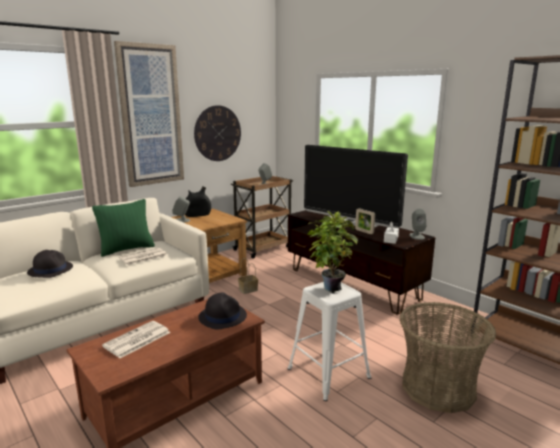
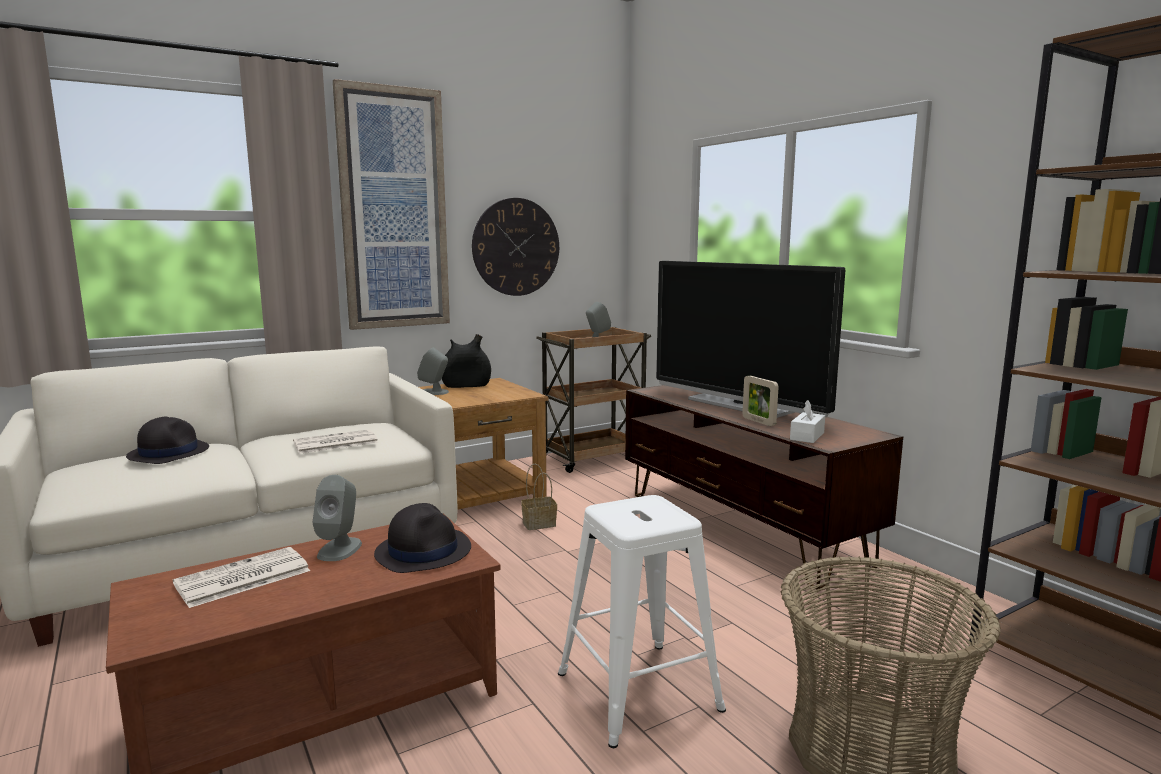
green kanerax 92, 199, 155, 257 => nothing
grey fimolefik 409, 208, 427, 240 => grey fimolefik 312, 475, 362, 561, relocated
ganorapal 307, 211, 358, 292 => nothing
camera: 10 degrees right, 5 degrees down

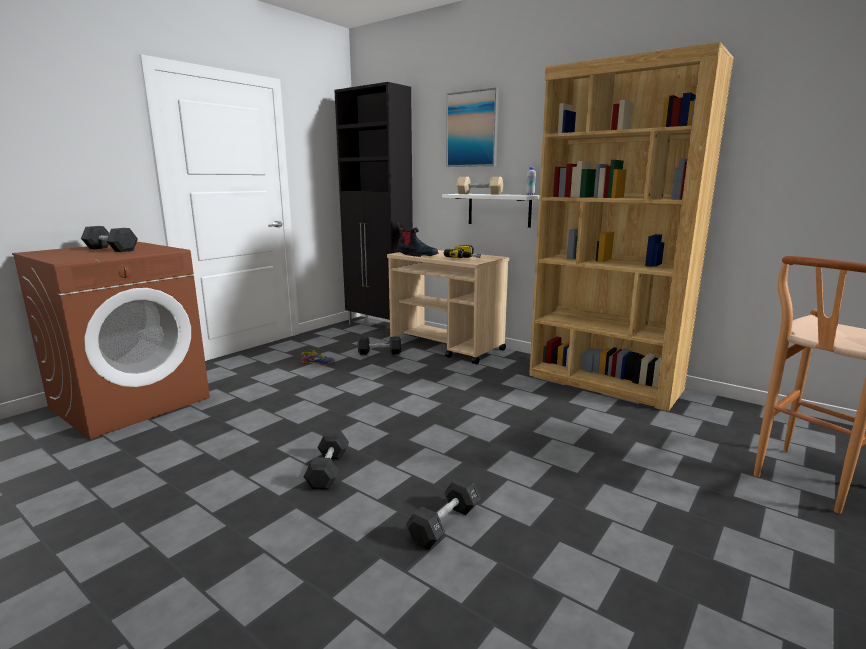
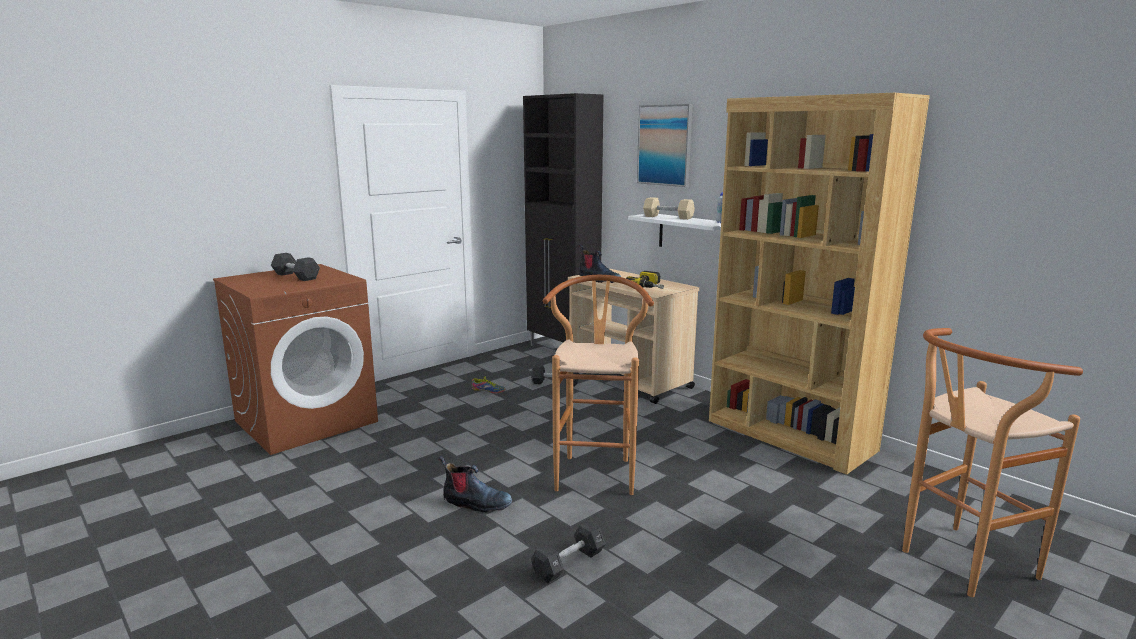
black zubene 303, 431, 349, 490 => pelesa 438, 455, 512, 512
nothing => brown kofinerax 543, 275, 654, 495
camera: 10 degrees right, 0 degrees up

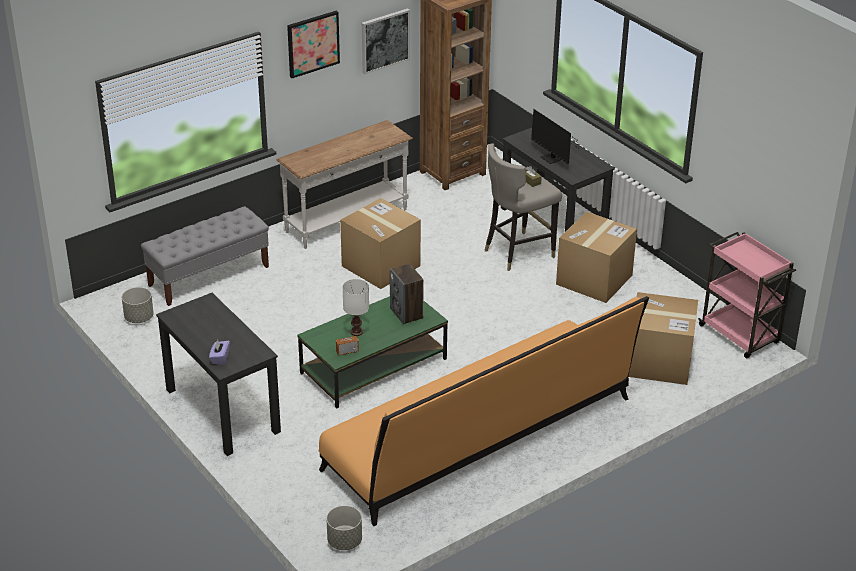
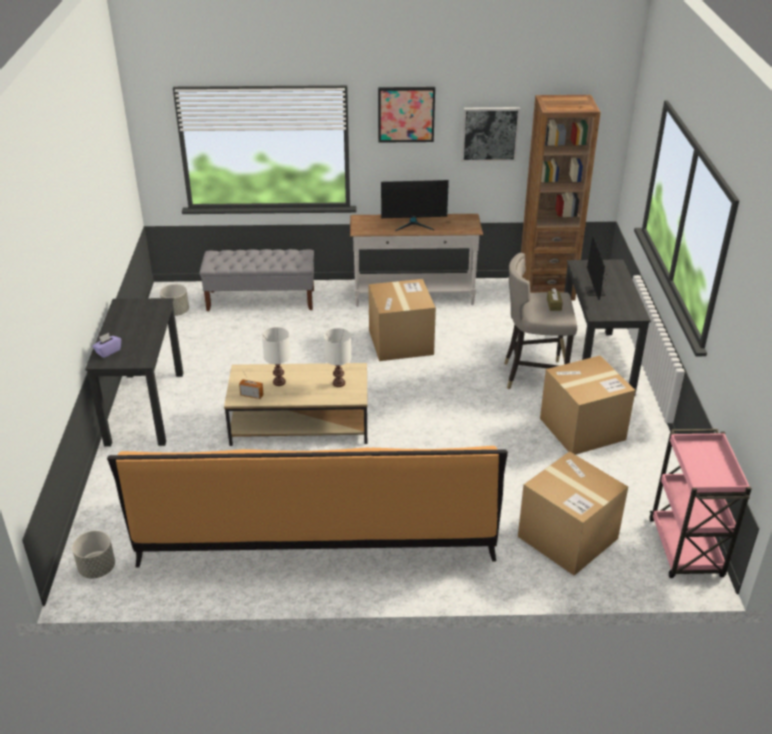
fimolefik 390, 264, 423, 324 => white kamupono 324, 328, 351, 387
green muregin 297, 296, 448, 408 => beige muregin 224, 363, 367, 446
nothing => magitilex 381, 180, 449, 231
camera: 35 degrees right, 0 degrees up

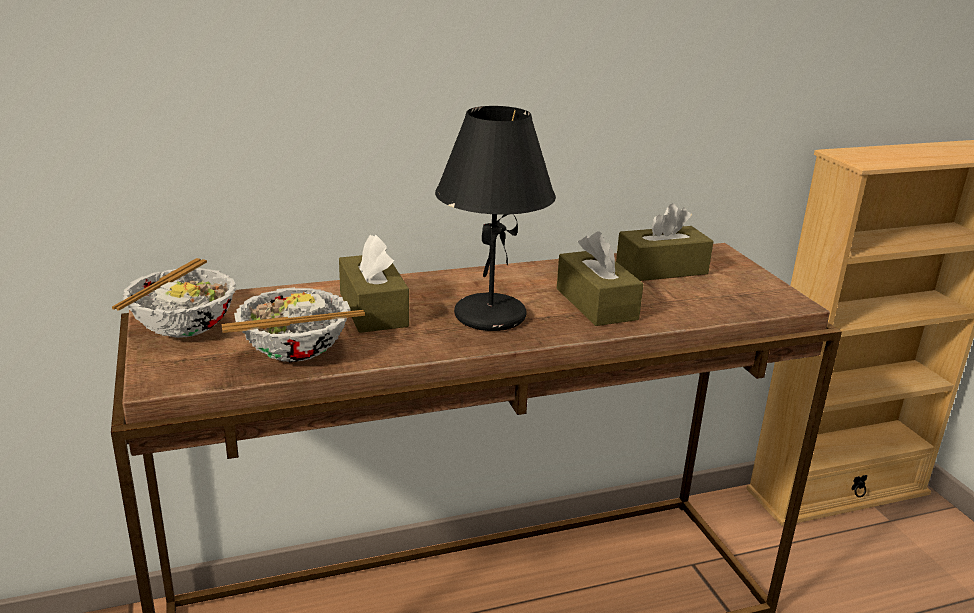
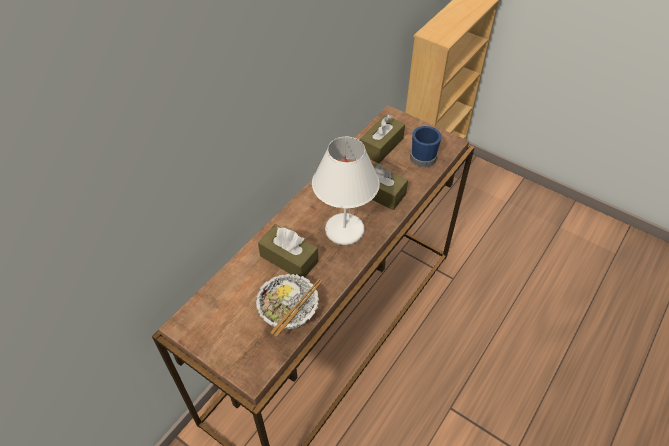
black kamupono 435, 106, 556, 331 => white kamupono 312, 137, 380, 245
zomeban 112, 258, 236, 338 => nothing
nothing => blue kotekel 410, 126, 441, 167
camera: 35 degrees left, 25 degrees up

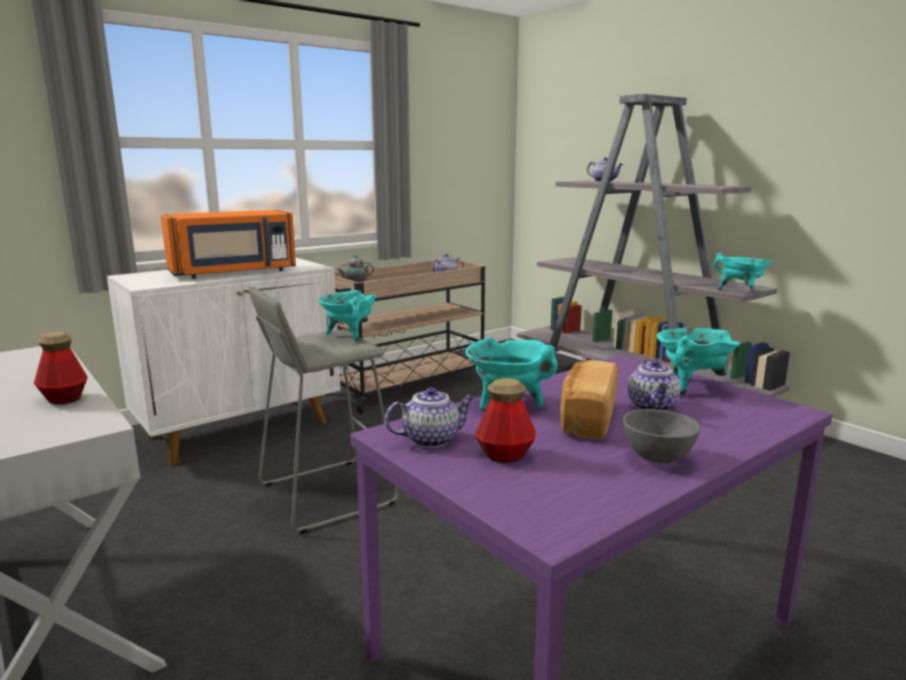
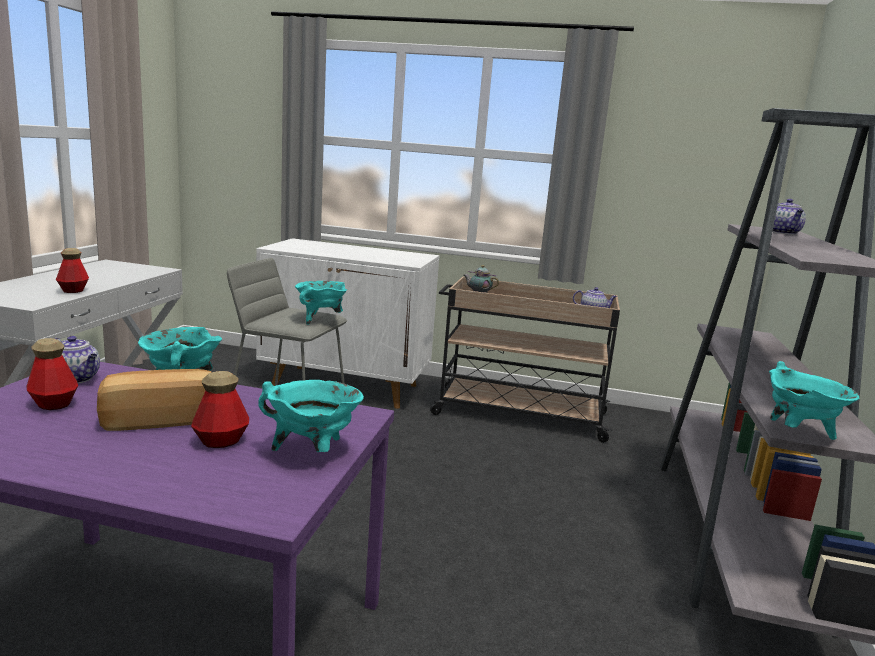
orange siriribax 161, 210, 296, 279 => nothing
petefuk 628, 359, 681, 411 => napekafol 191, 371, 249, 448
grey zomeban 623, 409, 700, 464 => nothing
camera: 50 degrees right, 0 degrees up

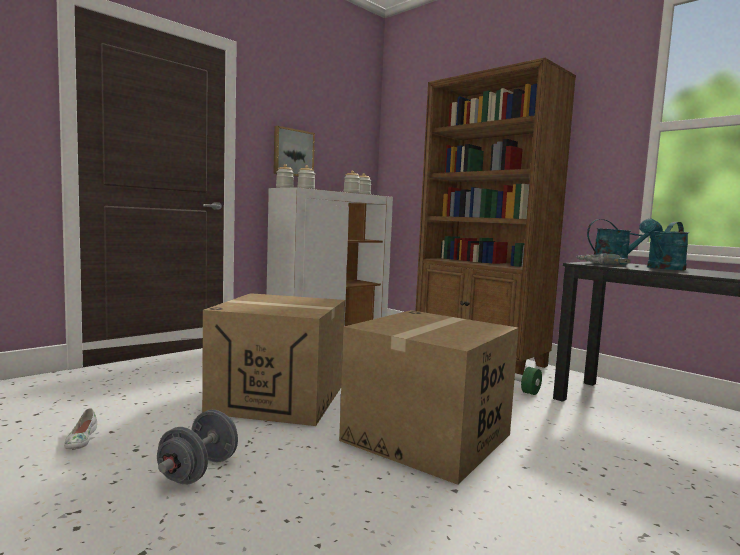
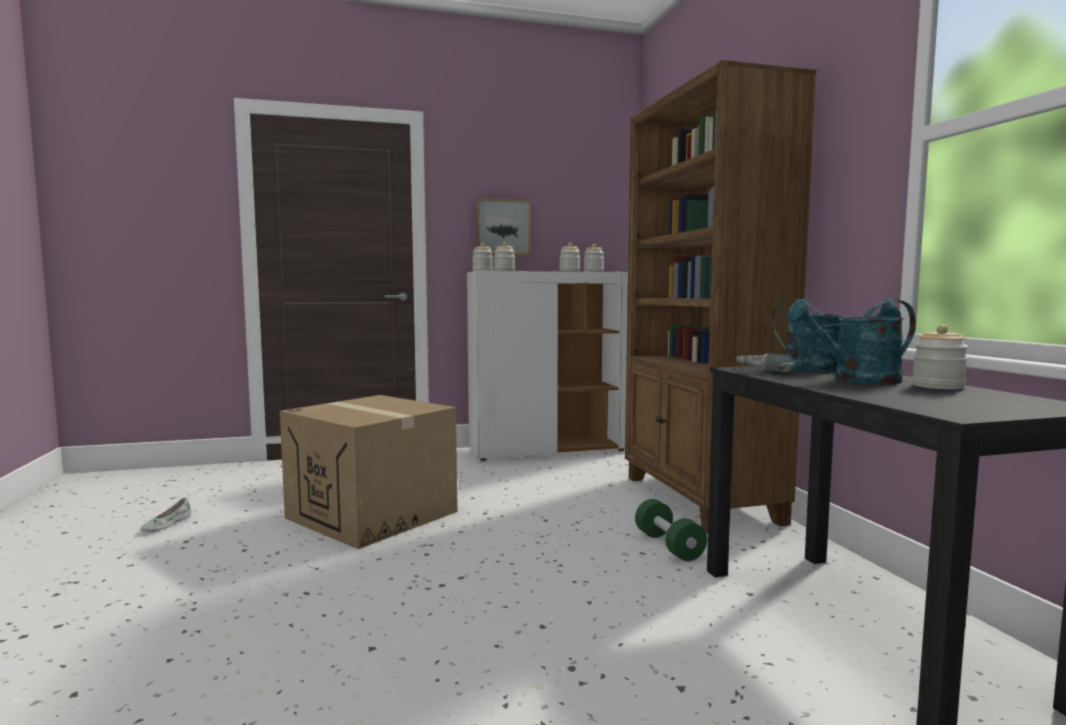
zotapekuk 339, 310, 519, 485 => nothing
grey zubene 157, 410, 238, 485 => nothing
nothing => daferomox 912, 325, 969, 390
camera: 30 degrees right, 0 degrees up

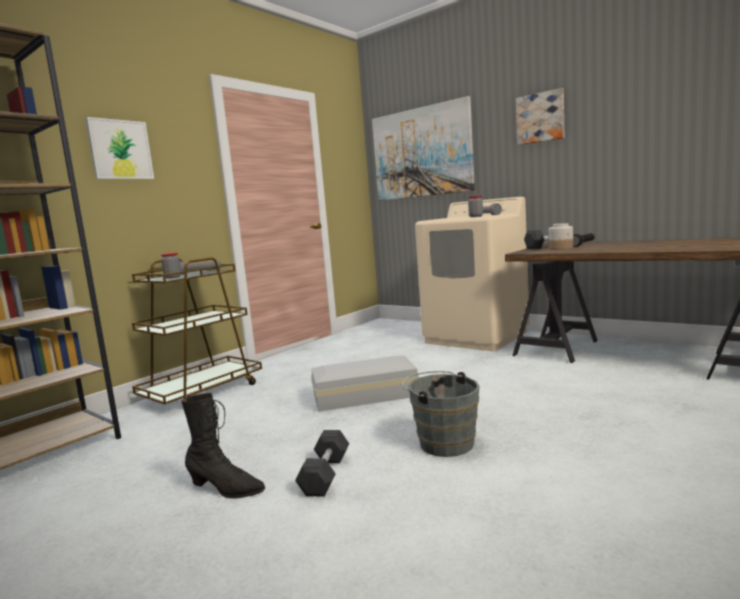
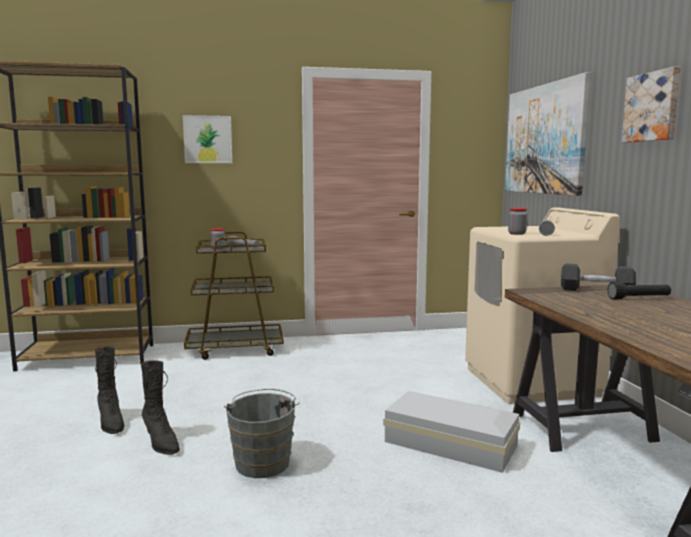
daferomox 549, 223, 573, 250 => nothing
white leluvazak 311, 356, 419, 412 => white leluvazak 383, 391, 520, 473, relocated
grey zubene 295, 430, 349, 497 => black pelesa 141, 360, 180, 455
camera: 40 degrees right, 0 degrees up

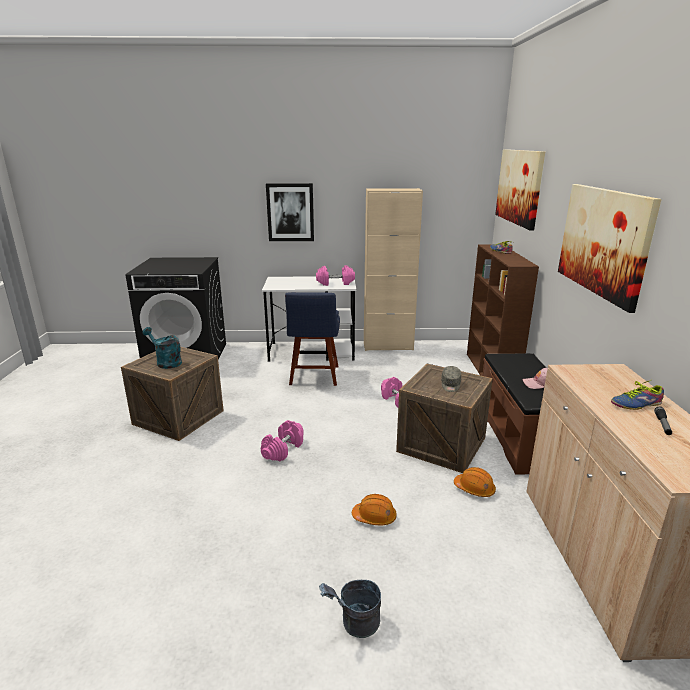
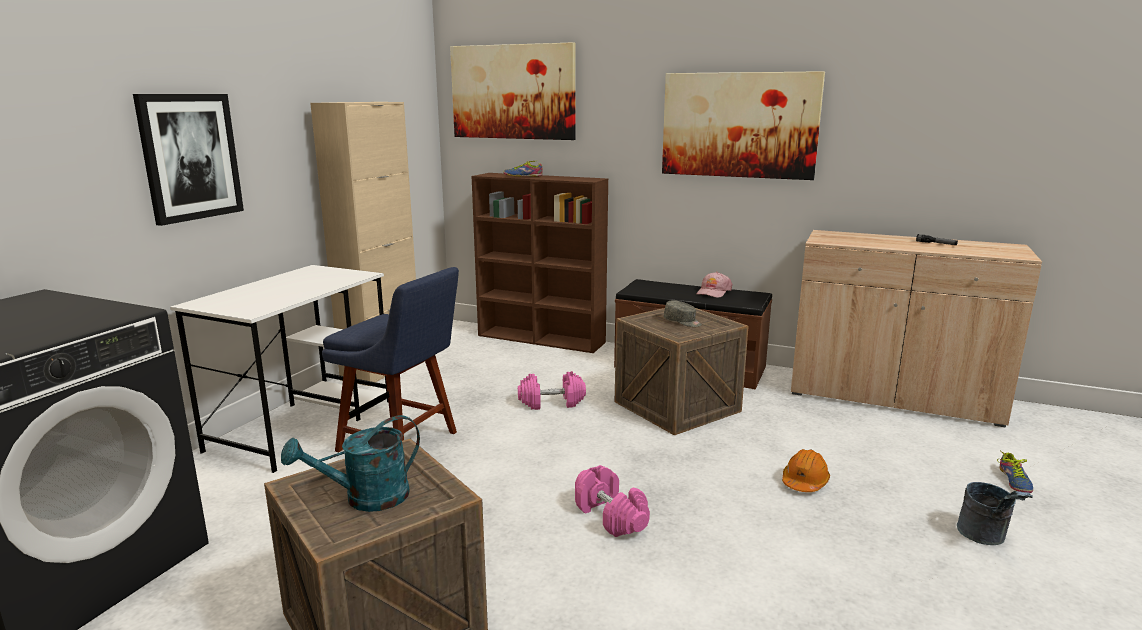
pink zubene 316, 265, 355, 286 => nothing
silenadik 611, 380, 664, 410 => silenadik 997, 451, 1033, 493, relocated
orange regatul 454, 467, 496, 497 => nothing
camera: 65 degrees left, 5 degrees down

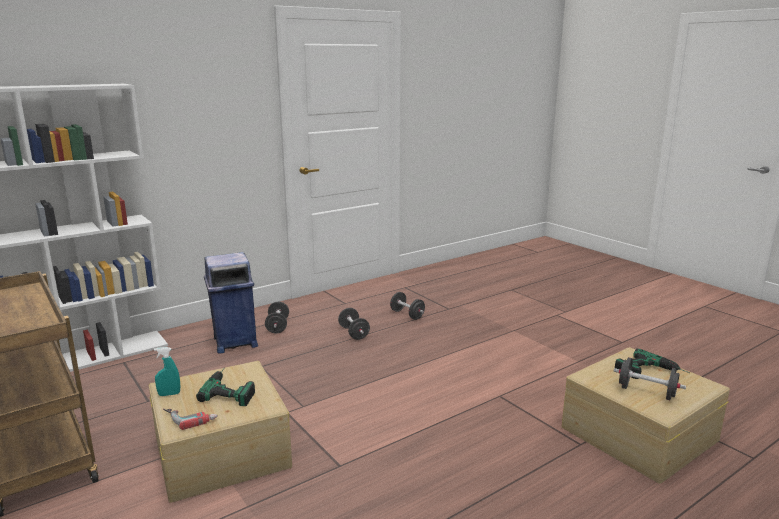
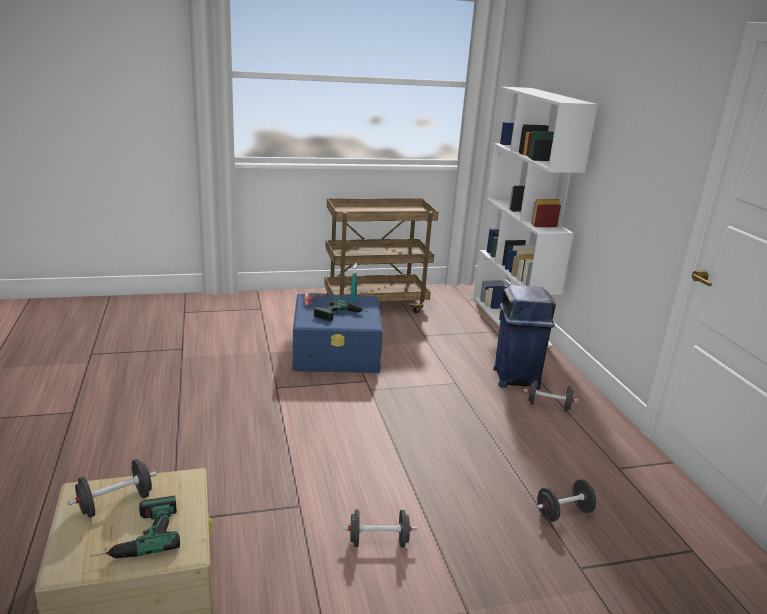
black zubene 338, 308, 370, 340 => black zubene 342, 509, 417, 547, relocated
beige leluvazak 149, 361, 292, 503 => blue leluvazak 293, 294, 383, 373
camera: 110 degrees right, 5 degrees up

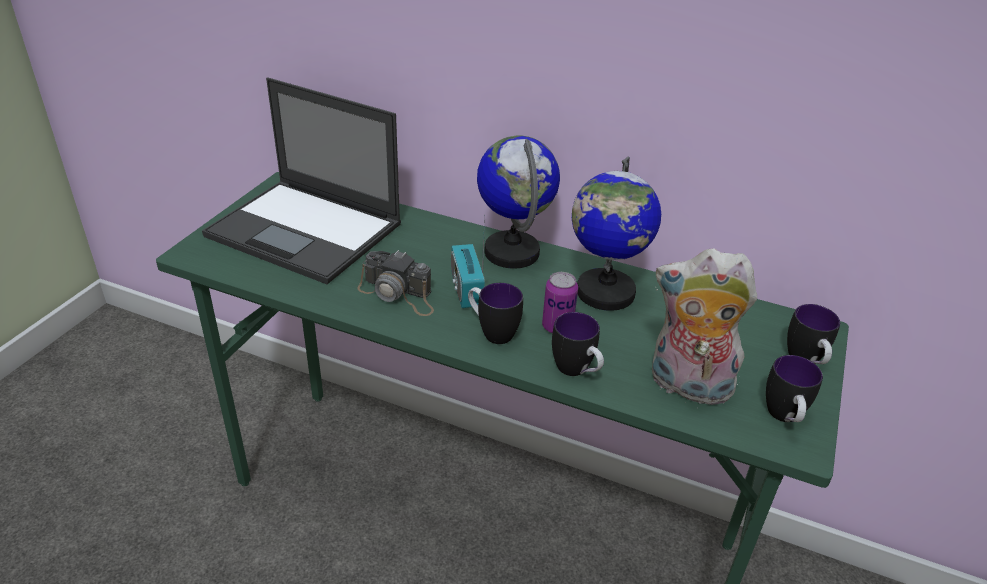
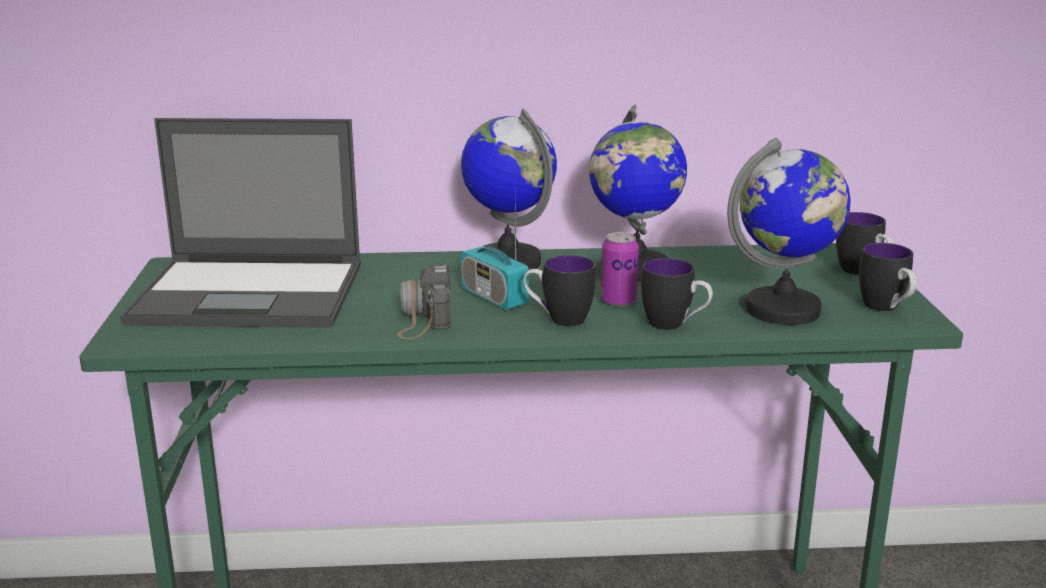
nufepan 652, 248, 757, 409 => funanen 727, 138, 850, 325
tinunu 357, 250, 434, 316 => tinunu 397, 263, 451, 339, 90 degrees clockwise
camera: 25 degrees left, 15 degrees down

